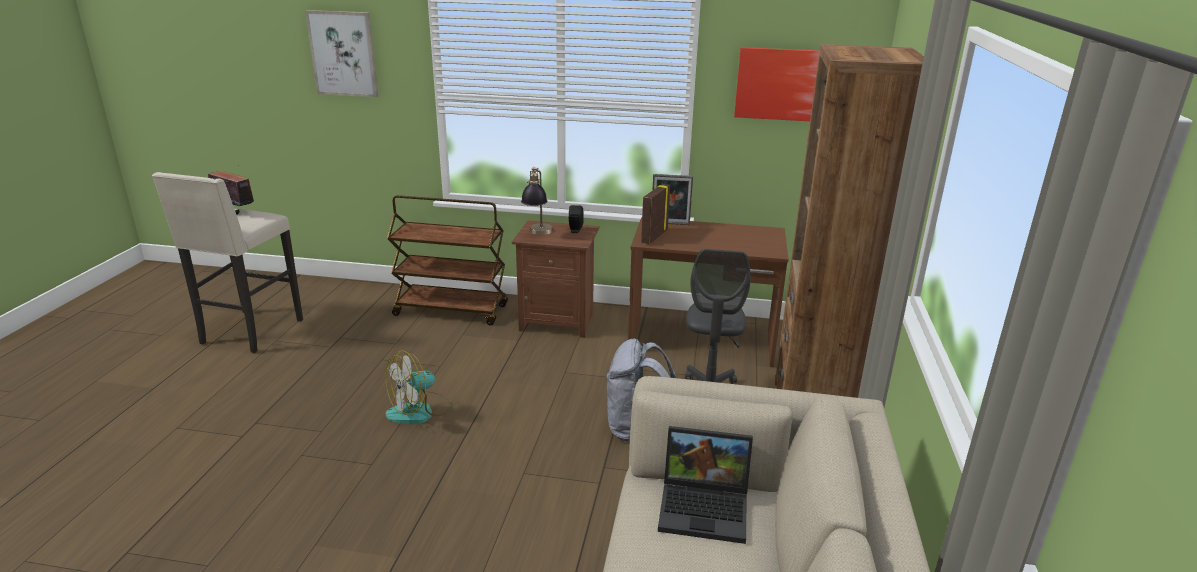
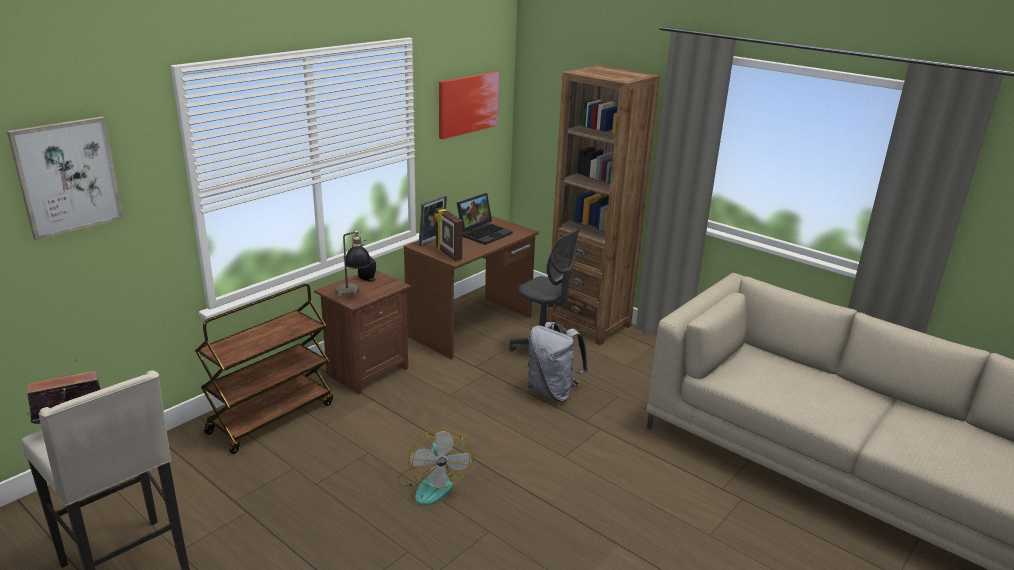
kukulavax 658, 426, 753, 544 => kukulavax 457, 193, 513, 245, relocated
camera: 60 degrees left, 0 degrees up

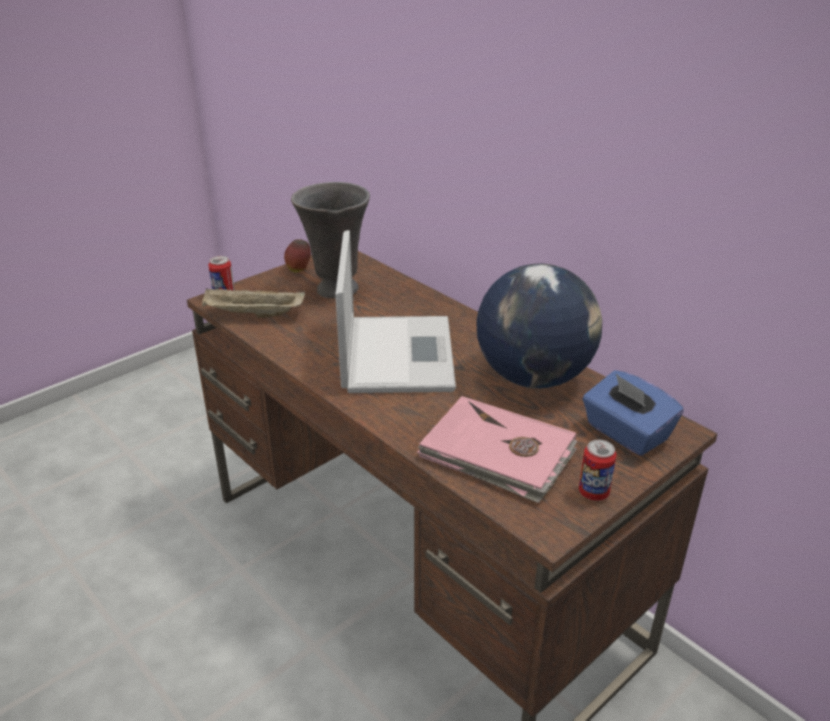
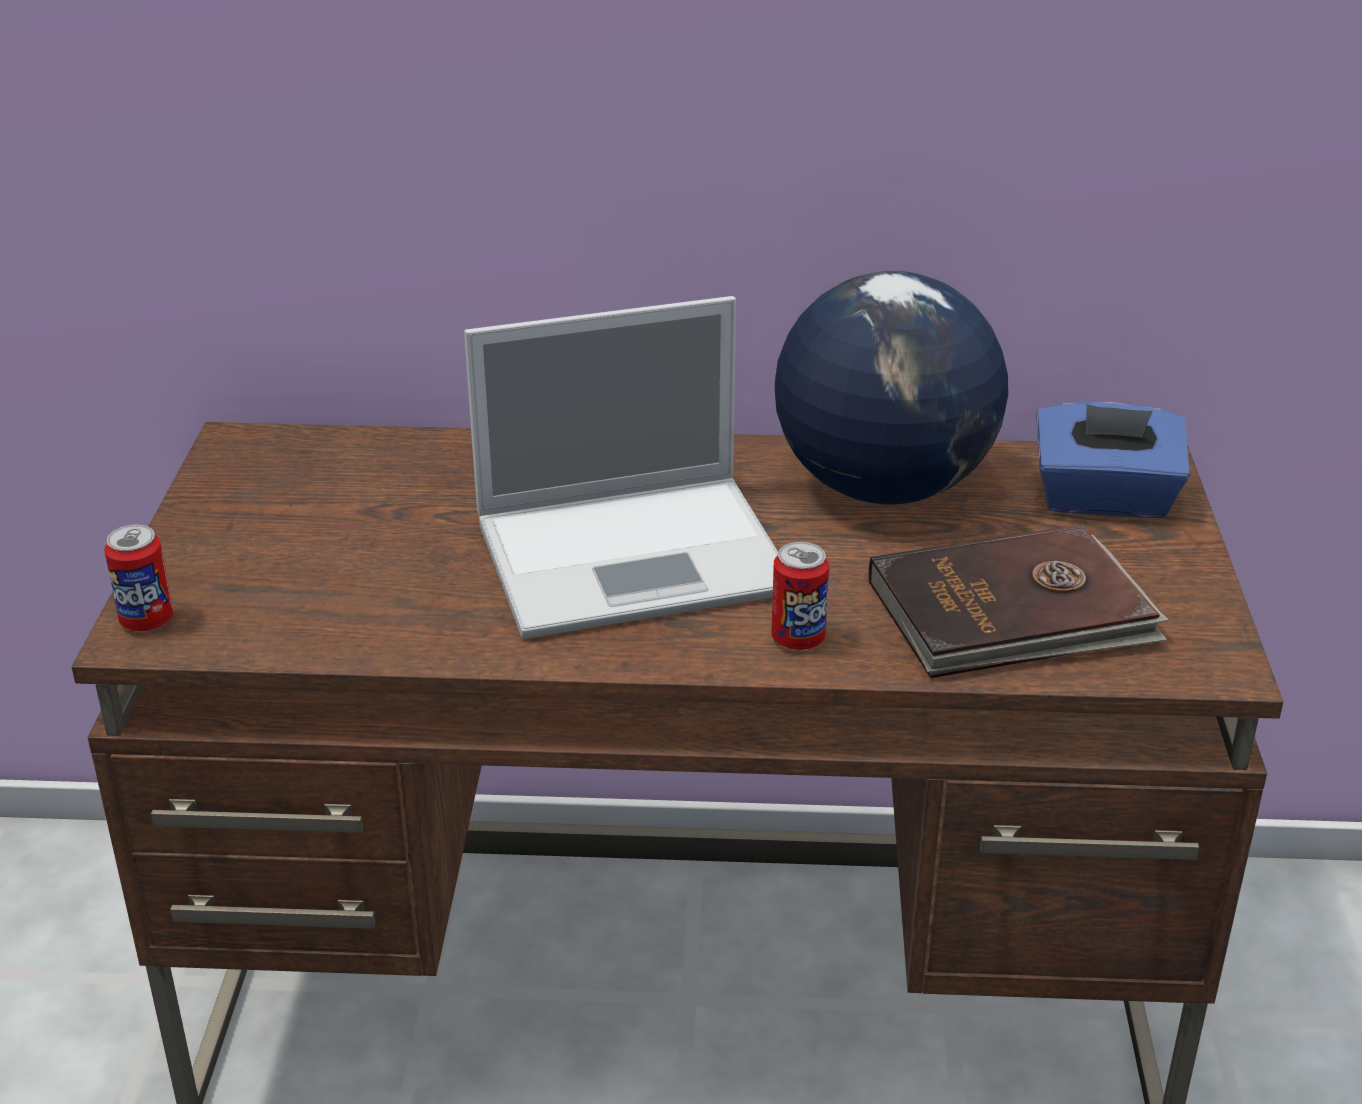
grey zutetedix 291, 182, 370, 298 => nothing
kukulavax 335, 230, 456, 393 => kukulavax 464, 296, 778, 639, 120 degrees clockwise
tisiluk 284, 239, 311, 272 => nothing
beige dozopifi 202, 289, 305, 318 => nothing
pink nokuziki 417, 396, 577, 503 => brown nokuziki 869, 525, 1168, 678
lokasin 579, 440, 616, 501 => lokasin 771, 542, 829, 650, relocated
camera: 45 degrees left, 0 degrees up

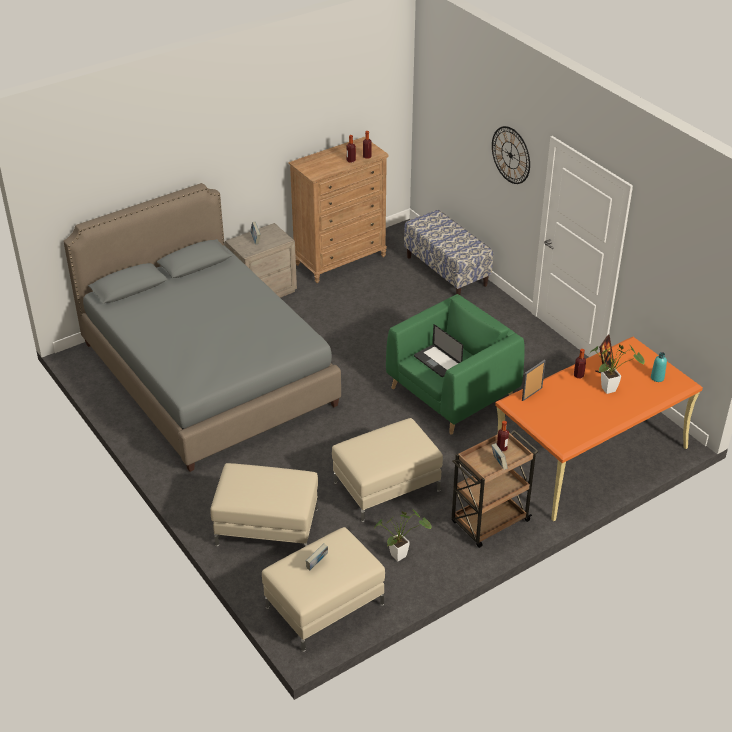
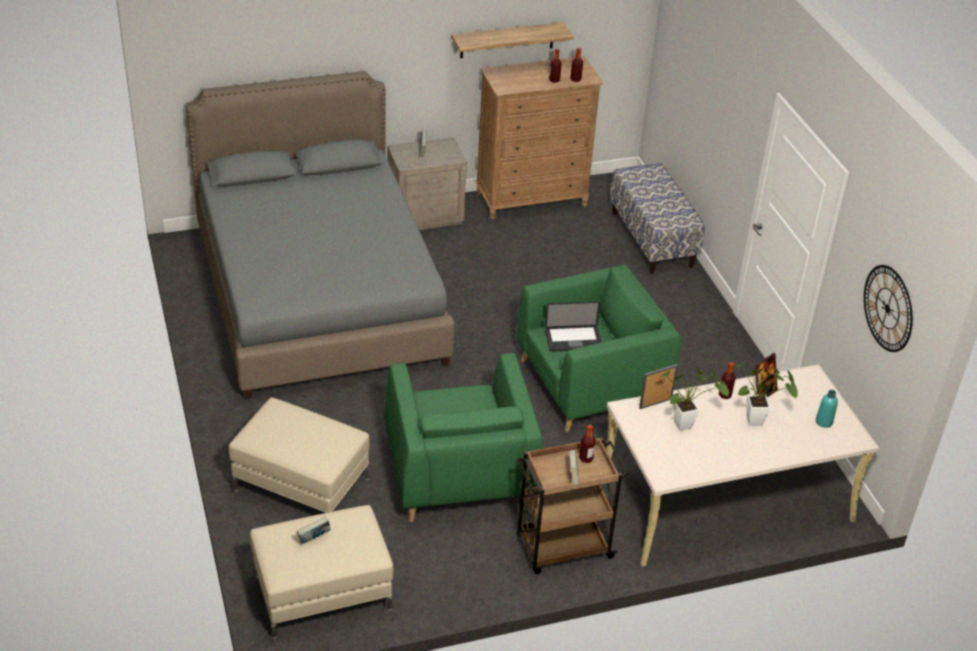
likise 492, 126, 530, 184 => likise 864, 265, 913, 352, relocated
kukulavax 414, 324, 463, 377 => kukulavax 545, 301, 602, 352, 75 degrees counterclockwise
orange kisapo 495, 337, 703, 521 => beige kisapo 606, 364, 879, 567
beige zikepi 332, 418, 443, 522 => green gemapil 385, 353, 543, 522
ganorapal 374, 509, 431, 561 => ganorapal 658, 368, 729, 431, relocated
nothing => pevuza 451, 22, 574, 58
camera: 15 degrees right, 0 degrees up

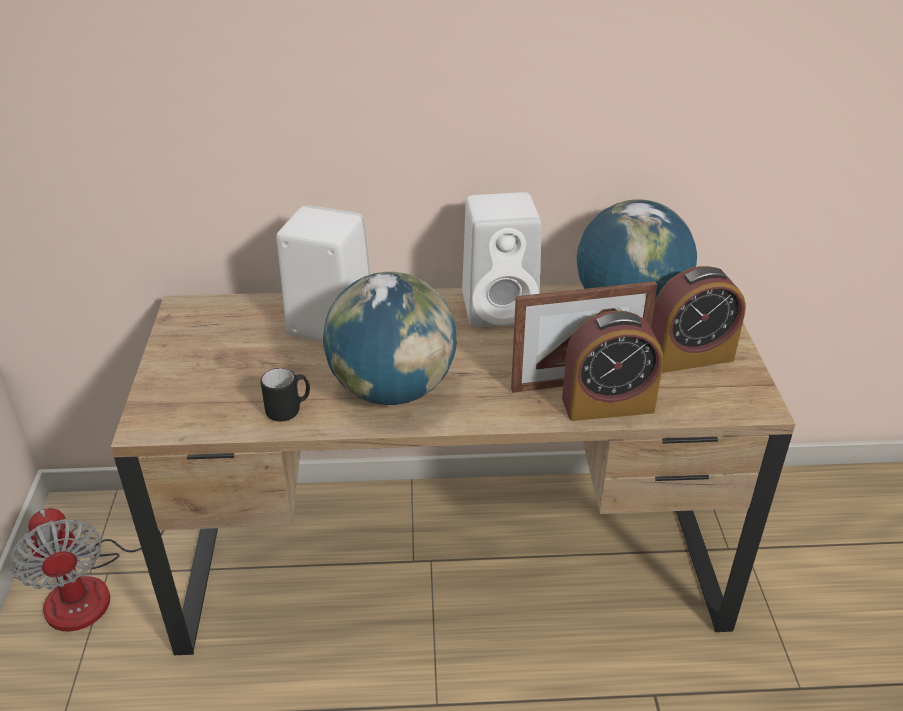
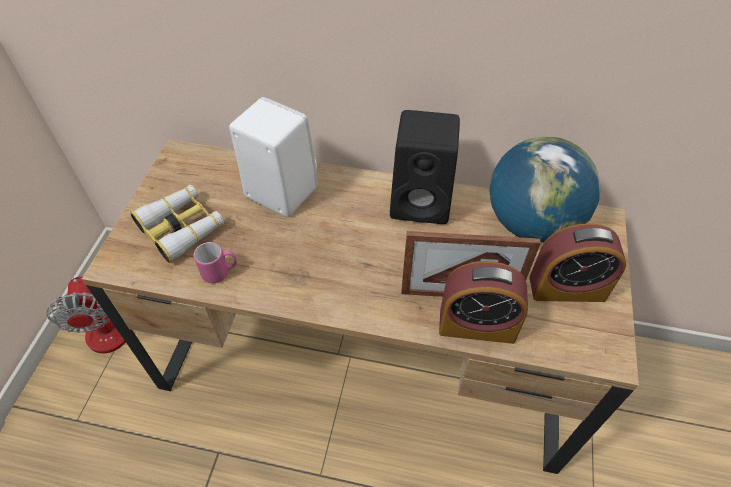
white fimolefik 462, 192, 542, 328 => black fimolefik 390, 110, 460, 224
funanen 323, 272, 456, 405 => nothing
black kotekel 261, 368, 310, 421 => pink kotekel 194, 242, 237, 284
nothing => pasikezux 130, 185, 224, 263
camera: 15 degrees right, 15 degrees up

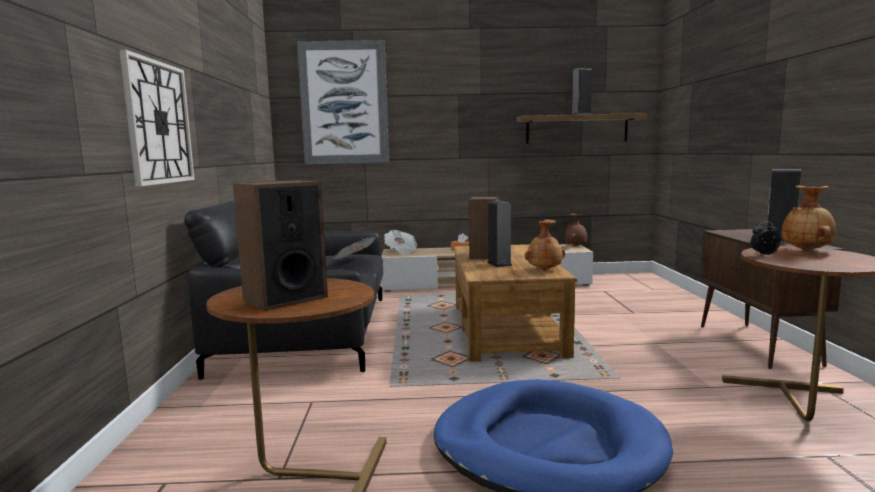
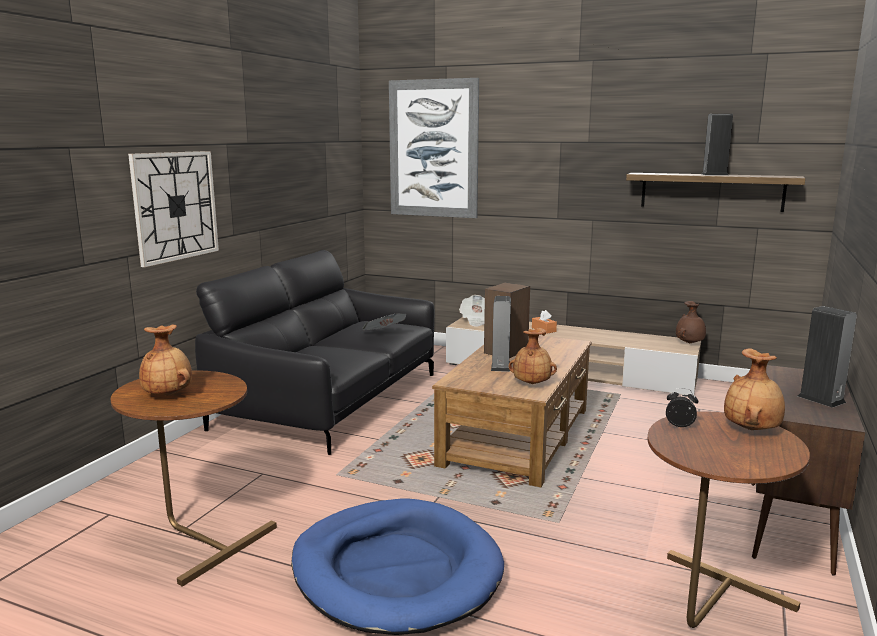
fimolefik 233, 180, 328, 311 => brown zutetedix 139, 325, 192, 396
camera: 25 degrees right, 5 degrees up

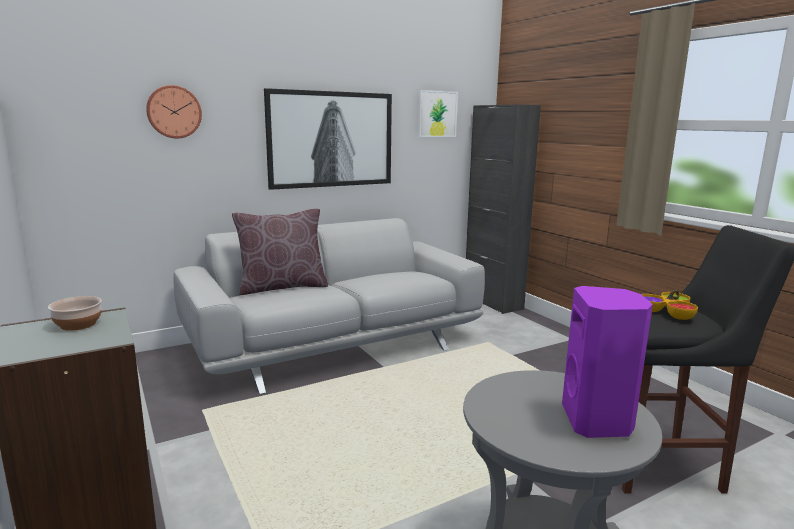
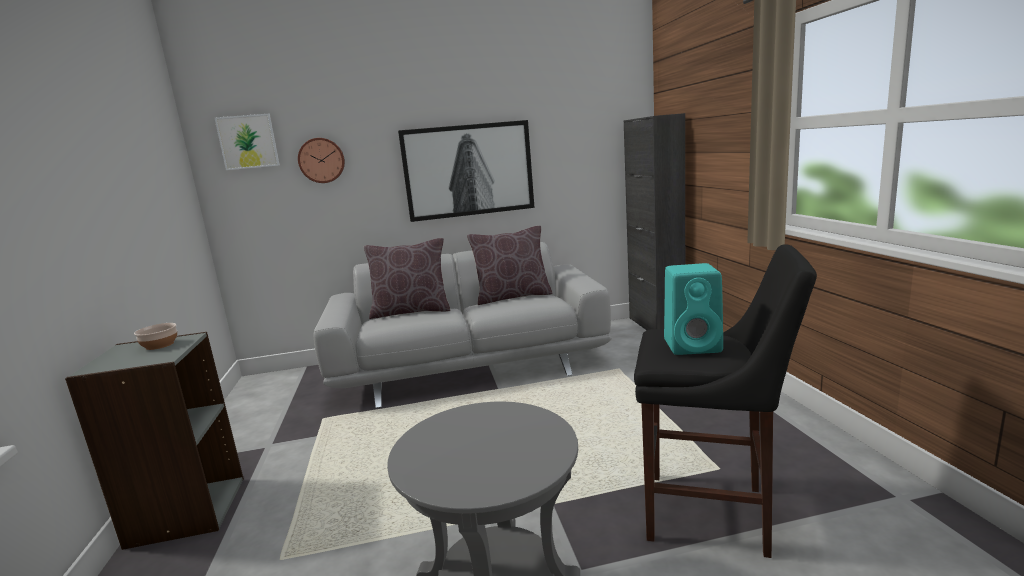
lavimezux 418, 90, 458, 137 => lavimezux 215, 114, 280, 170, relocated
purple fimolefik 562, 286, 653, 438 => nothing
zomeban 641, 290, 698, 320 => turquoise fimolefik 664, 263, 723, 355
nothing => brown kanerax 467, 226, 553, 305
camera: 20 degrees right, 0 degrees up

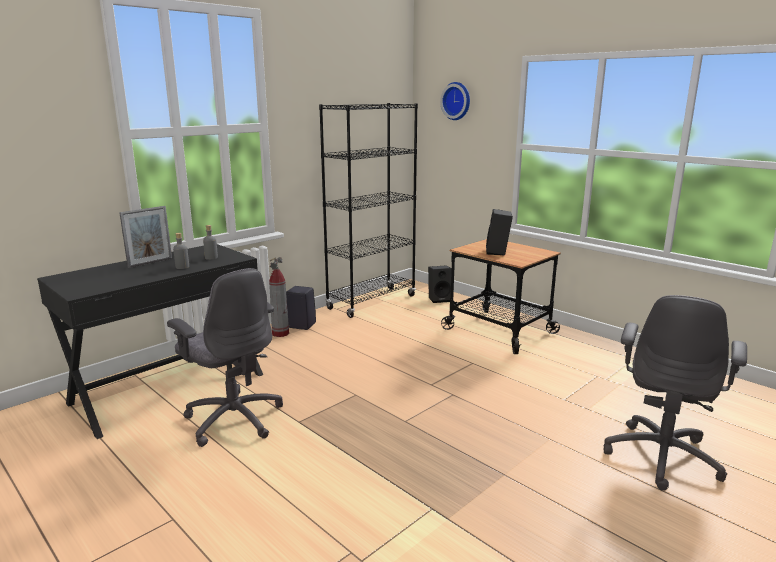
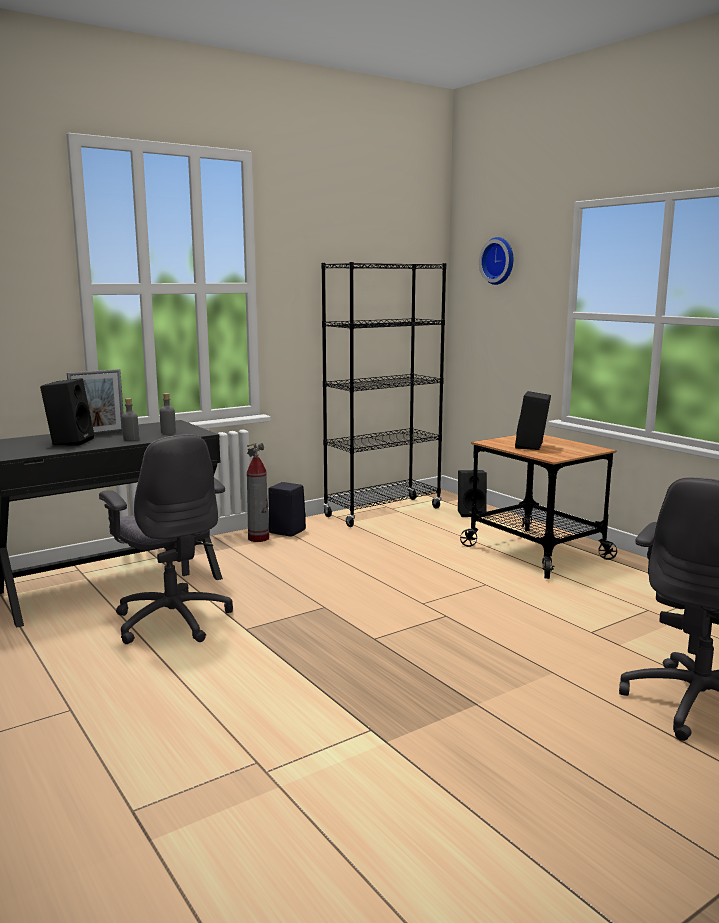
nothing => black fimolefik 40, 378, 94, 446
camera: 10 degrees right, 5 degrees down

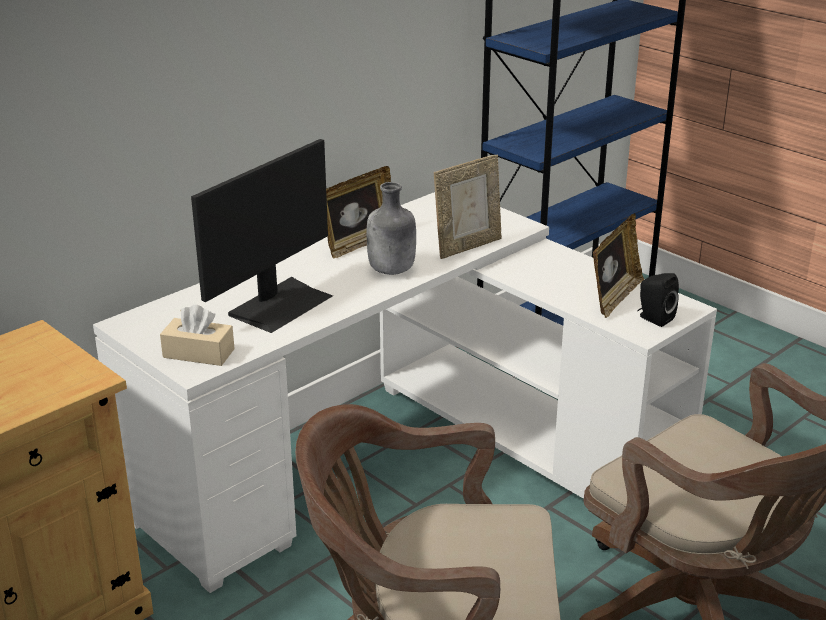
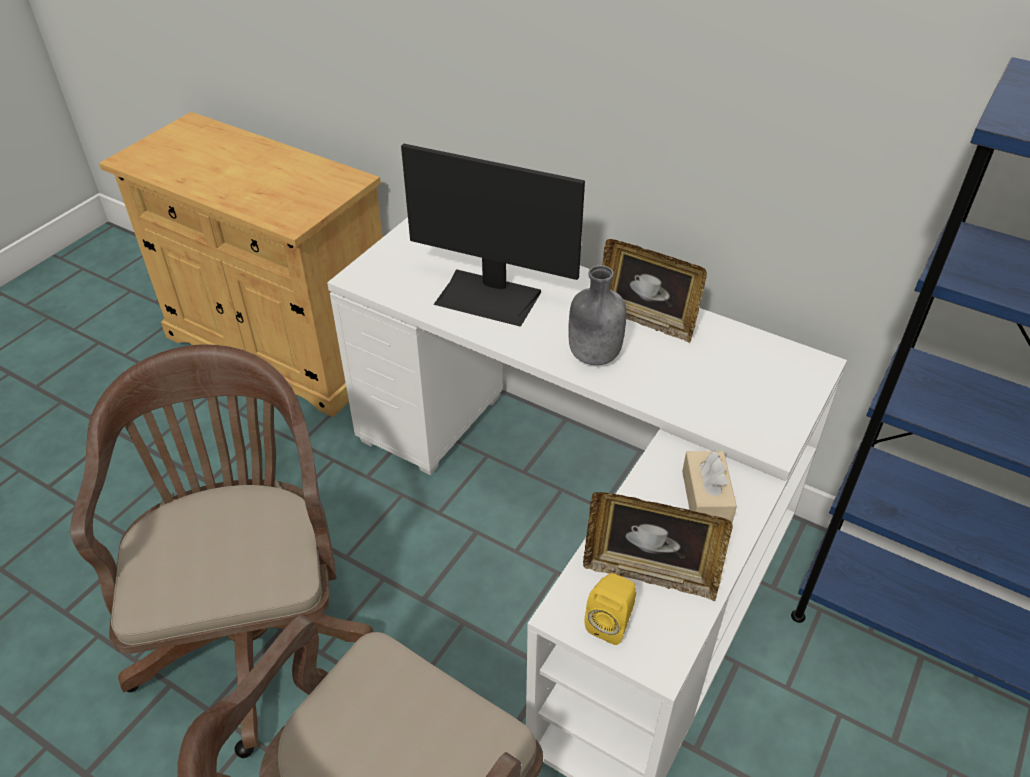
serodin 434, 155, 502, 259 => nothing
black fimolefik 638, 273, 679, 327 => yellow fimolefik 584, 573, 636, 645
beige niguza 160, 305, 235, 366 => beige niguza 682, 450, 737, 523, relocated
camera: 75 degrees right, 15 degrees up

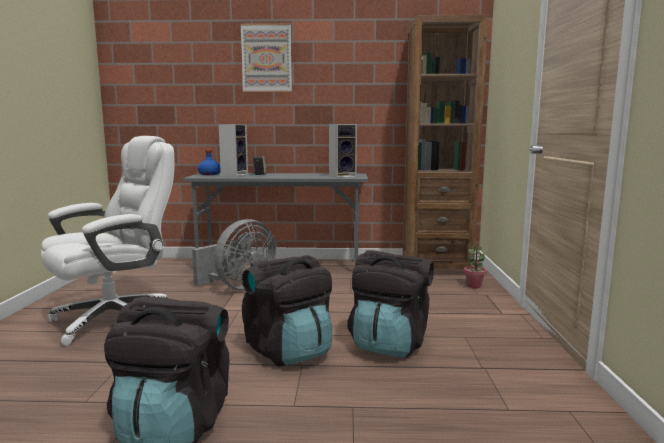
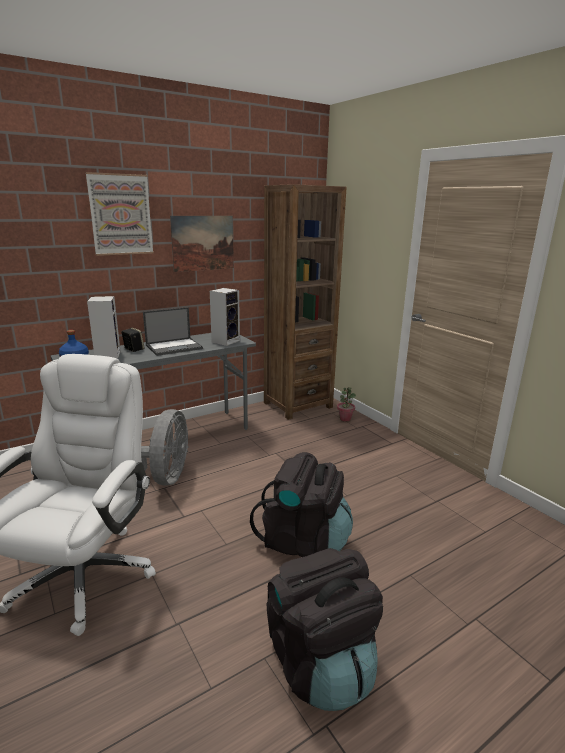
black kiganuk 347, 250, 434, 358 => nothing
nothing => lavimezux 170, 216, 234, 272
nothing => kukulavax 143, 307, 203, 356
camera: 35 degrees left, 10 degrees up

